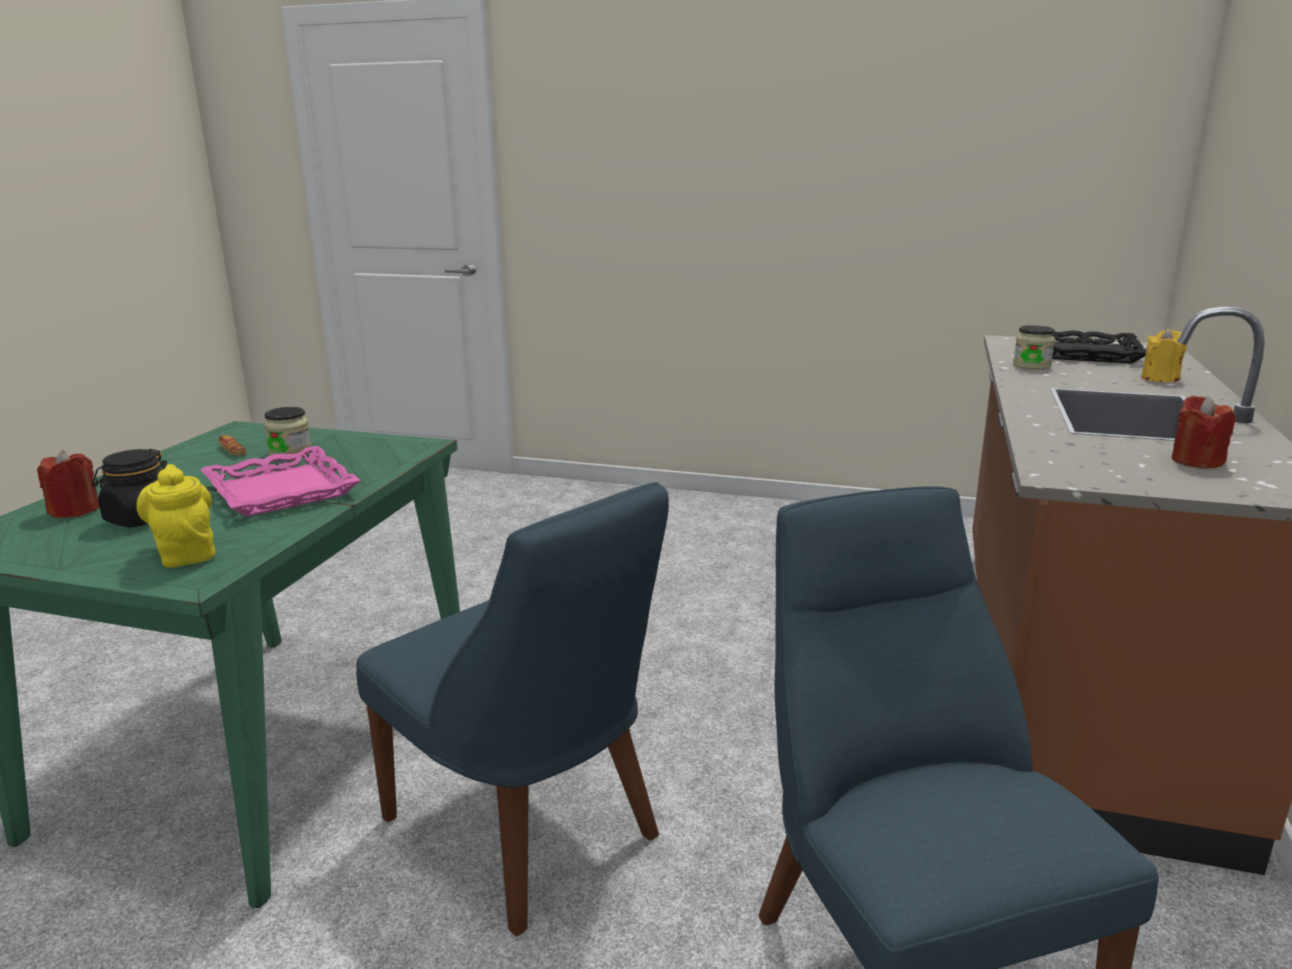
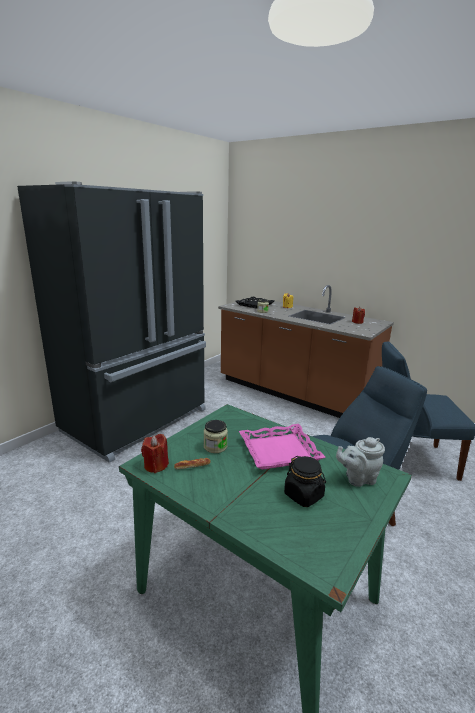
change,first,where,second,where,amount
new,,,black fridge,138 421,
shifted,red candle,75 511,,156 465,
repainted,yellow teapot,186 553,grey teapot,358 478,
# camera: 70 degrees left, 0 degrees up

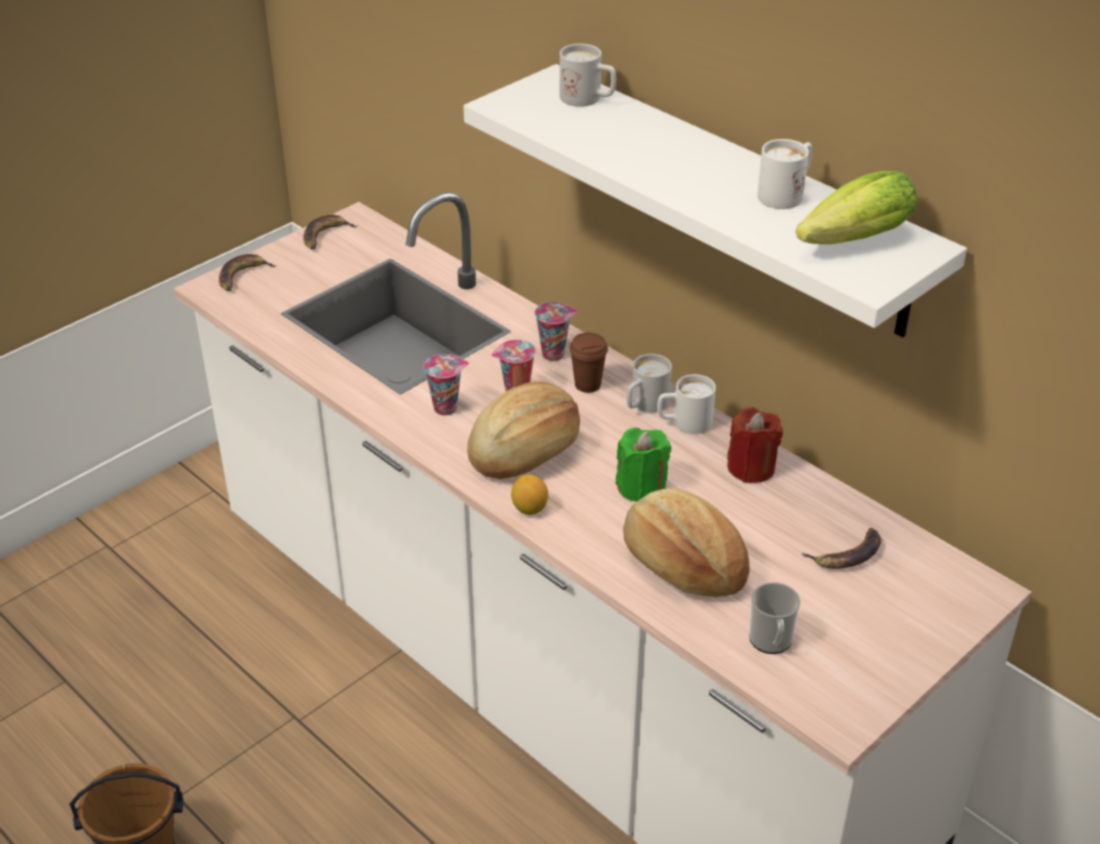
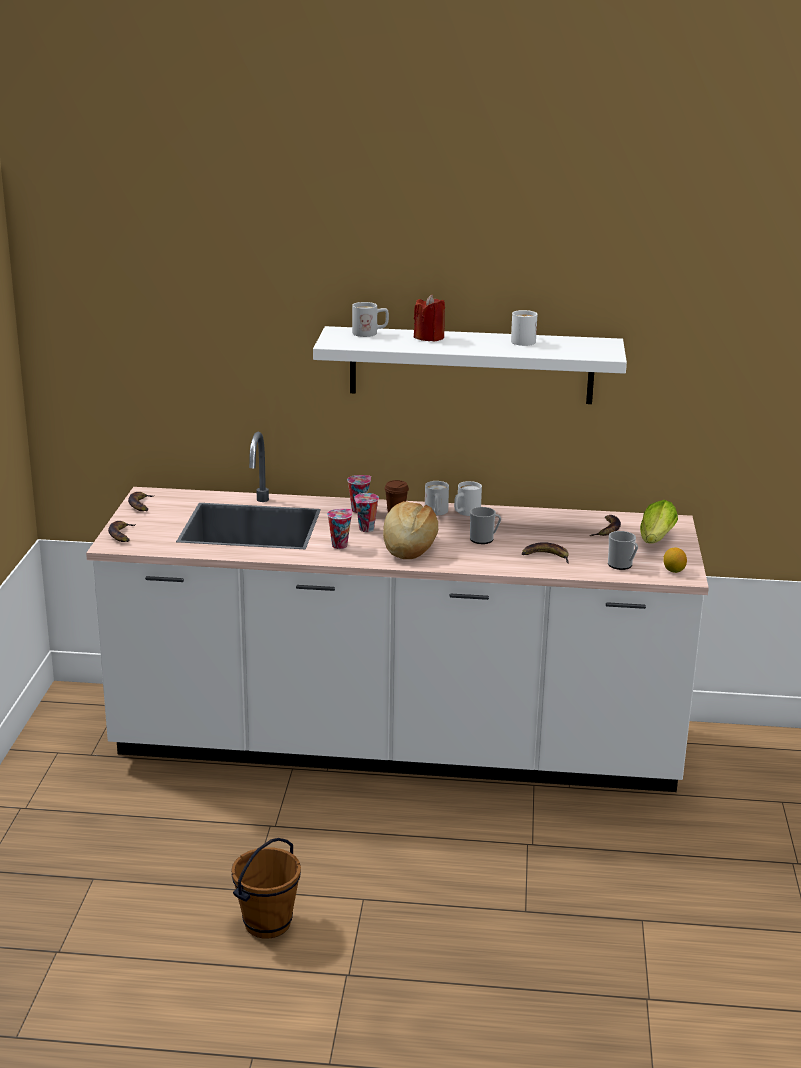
change,first,where,second,where,amount
shifted,lemon,529 509,,674 570,
shifted,red candle,751 467,,429 337,
shifted,lettuce,849 242,,655 541,
swapped,green candle,641 487,mug,484 539,
swapped,bread,682 564,banana,545 556,
# camera: 40 degrees left, 15 degrees down

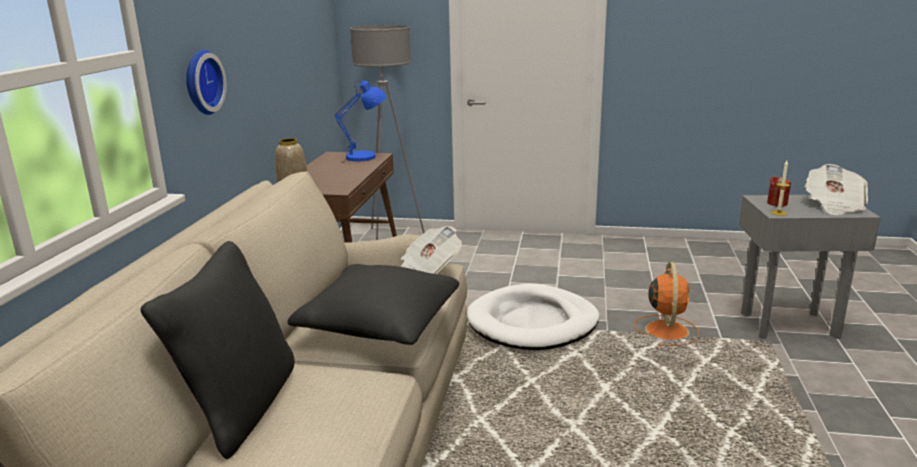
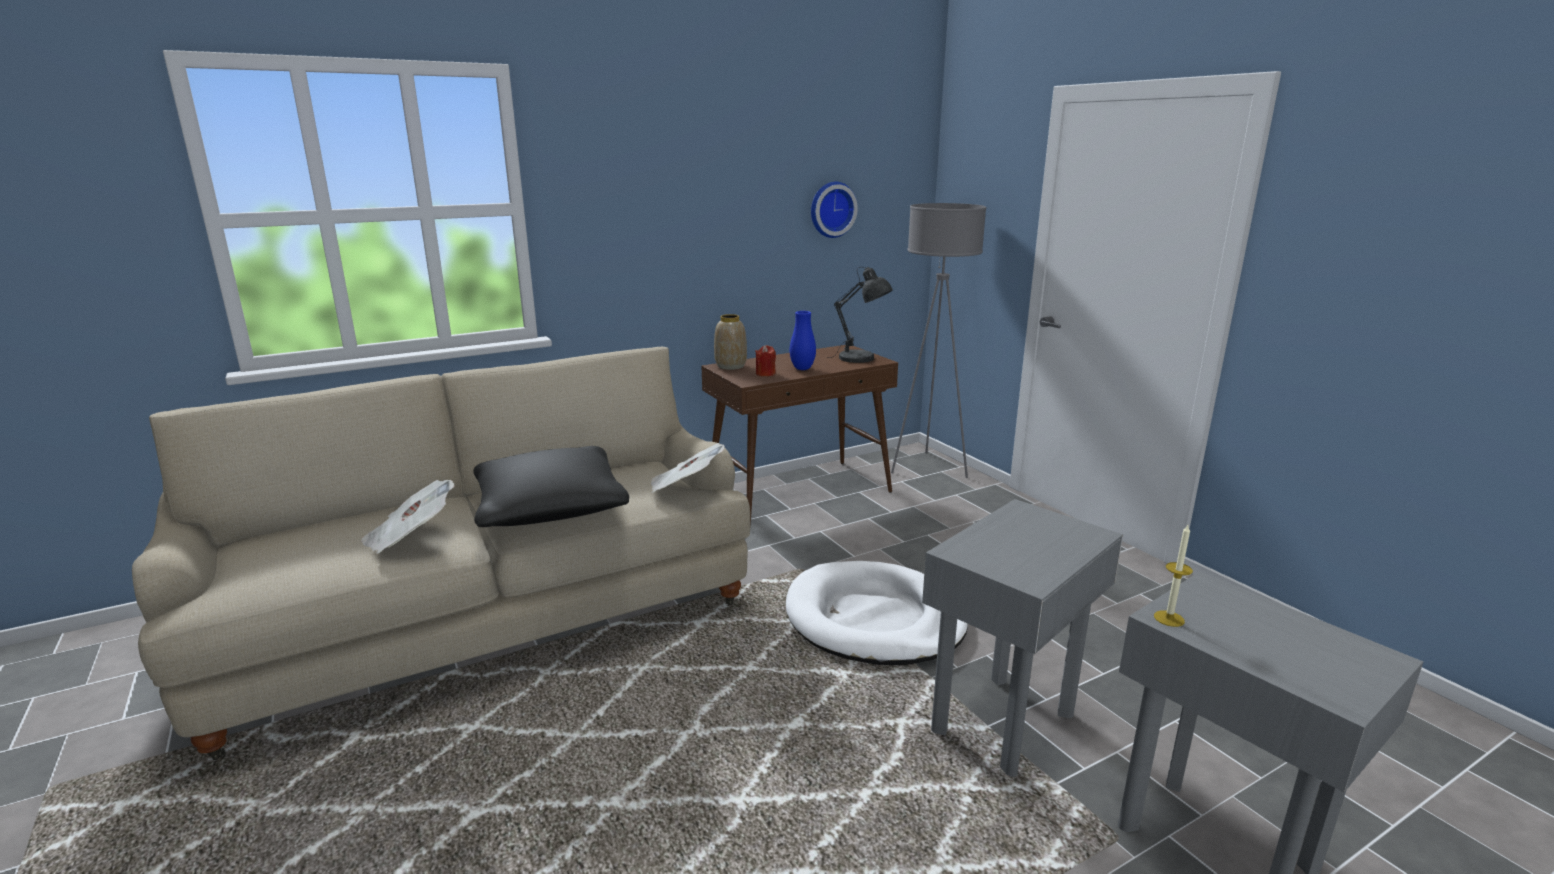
change,first,where,second,where,amount
gone,black pillow,240 407,,,
new,,,blue vase,802 369,
shifted,wall clock,201 82,,831 209,
shifted,red candle,777 203,,765 373,
shifted,newspaper,834 205,,410 538,
swapped,orange fan,666 330,grey side table,1004 723,
repainted,blue table lamp,365 157,grey table lamp,860 359,
# camera: 50 degrees right, 0 degrees up

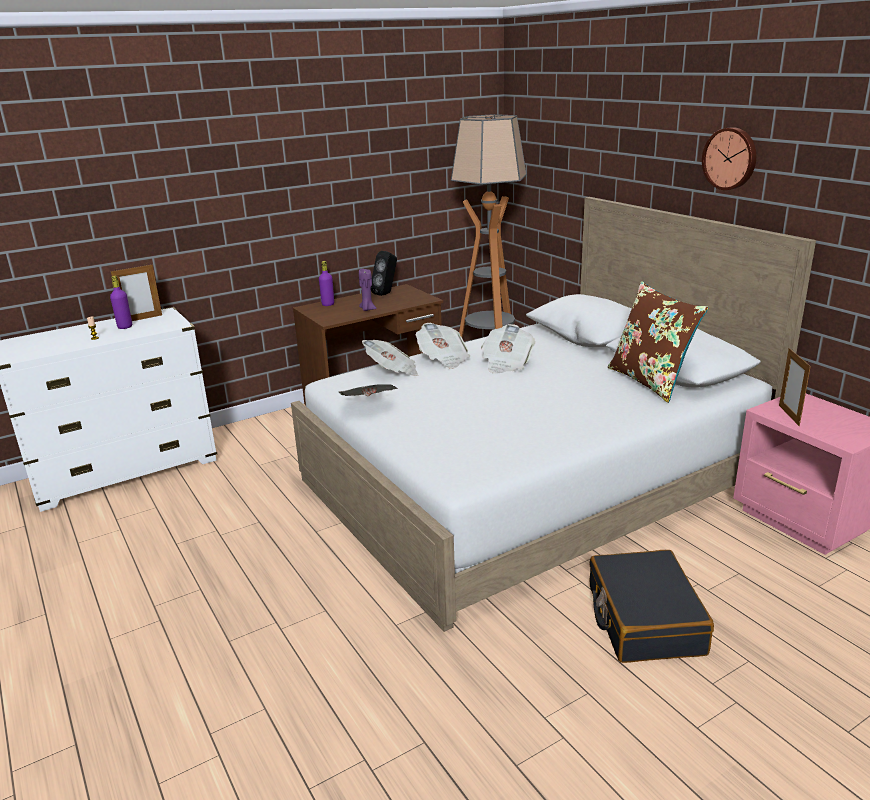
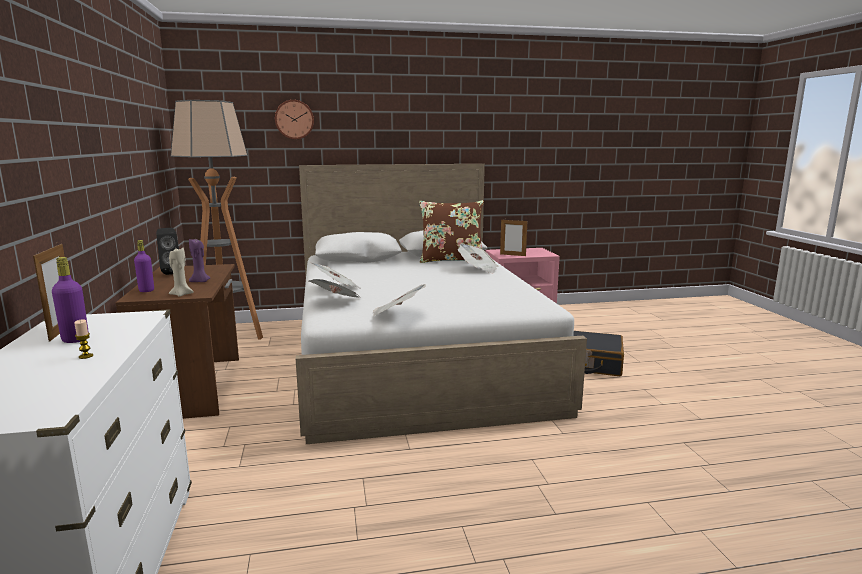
change,first,where,second,where,amount
new,,,beige candle,181 294,
shifted,newspaper,506 363,,478 269,
shifted,wall clock,730 158,,294 119,
# camera: 70 degrees left, 10 degrees down

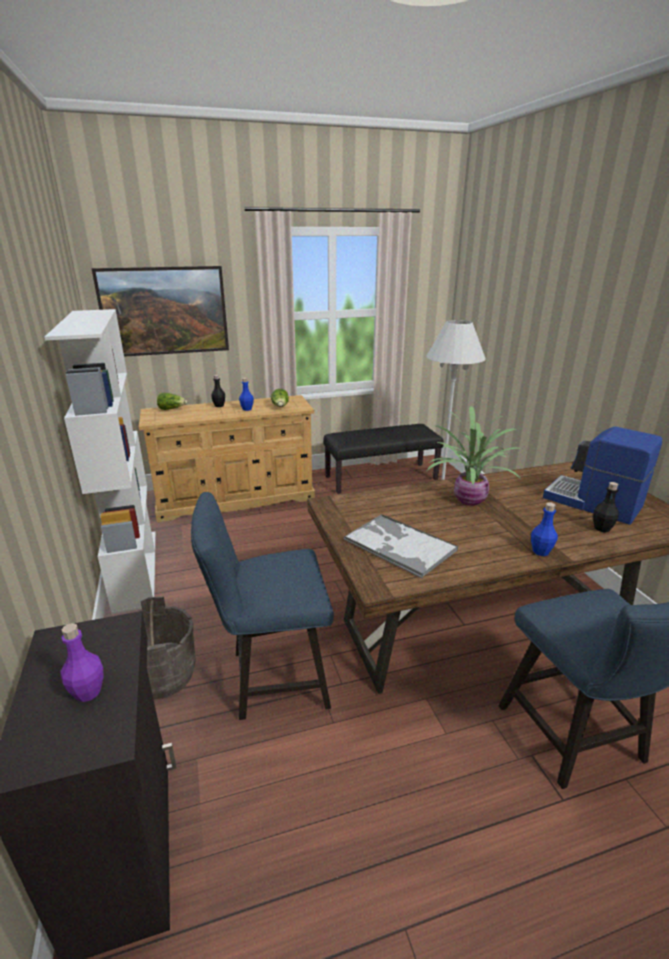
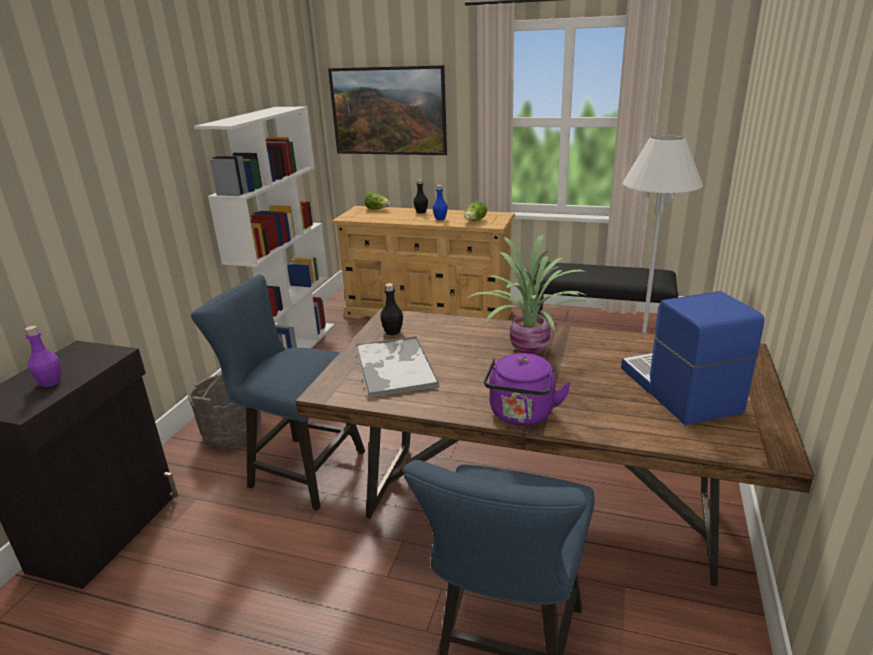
change,first,where,second,where,amount
shifted,black bottle,602 528,,392 332,
swapped,blue bottle,540 552,purple kettle,521 415,
# camera: 35 degrees right, 0 degrees up

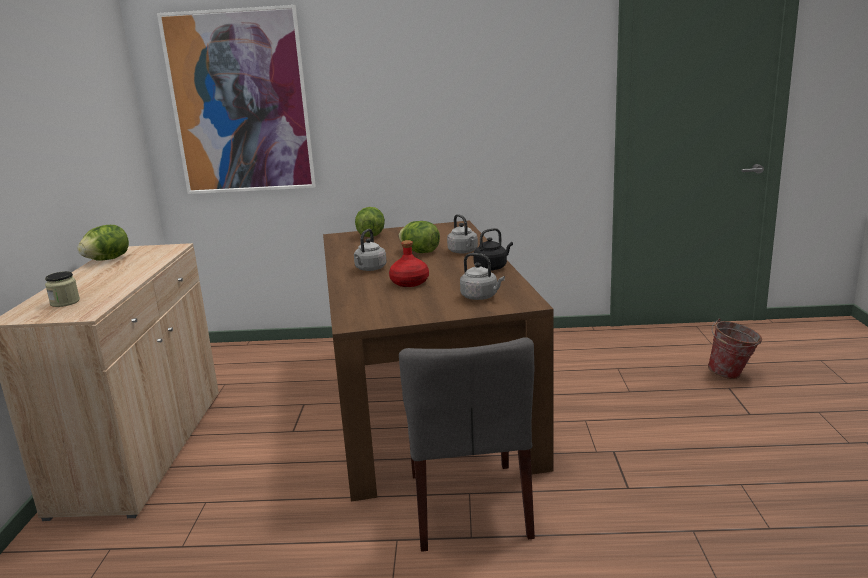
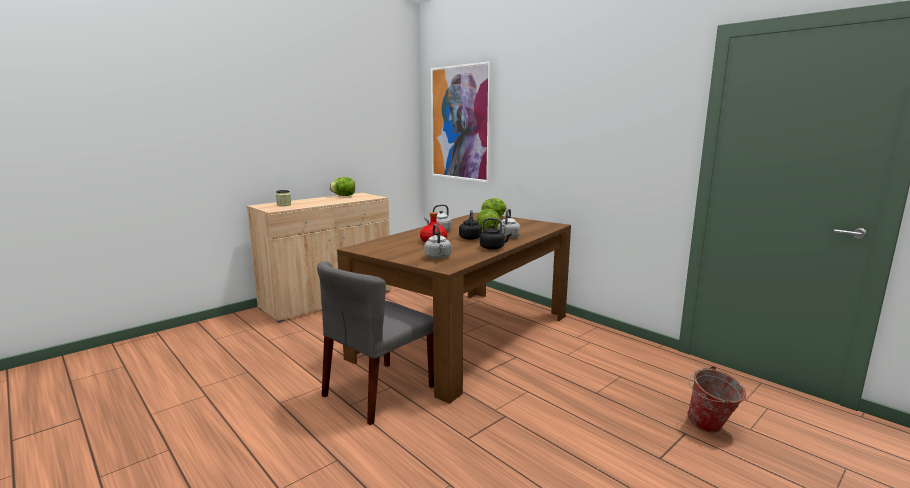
change,first,where,second,where,amount
new,,,black kettle,470 238,
# camera: 45 degrees right, 5 degrees down

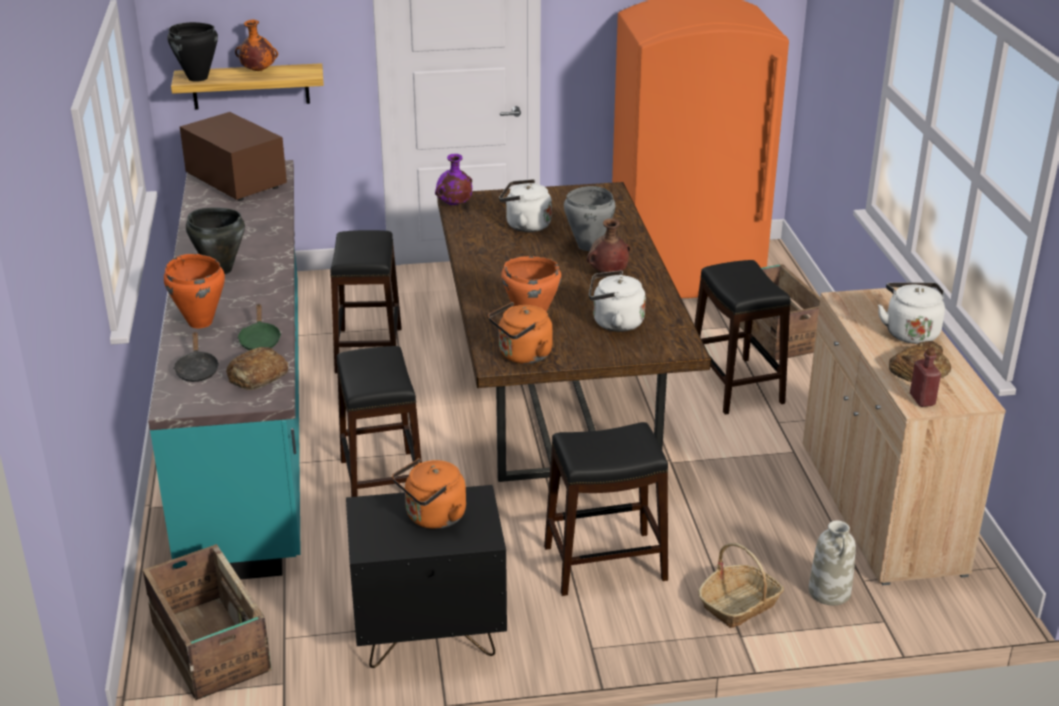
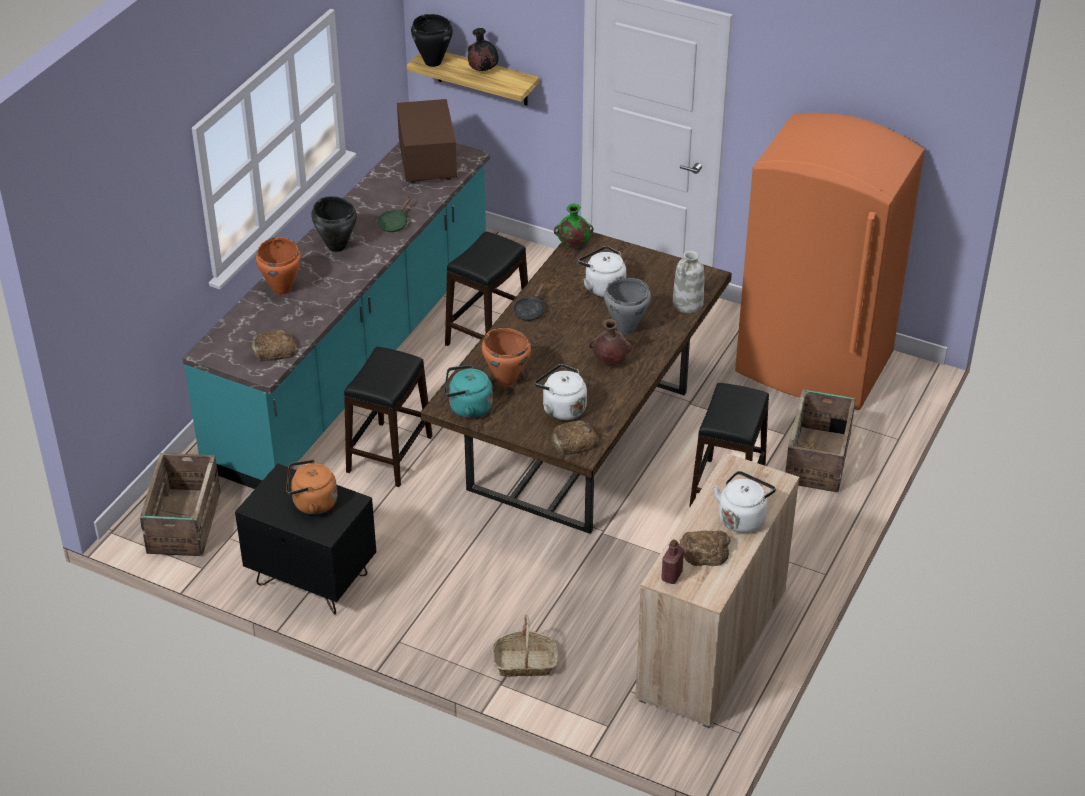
change,first,where,second,where,amount
gone,black stool,605 564,,,
new,,,bread,573 442,
shifted,black frying pan,197 370,,530 310,
shifted,green frying pan,259 340,,394 223,
shifted,white vase,830 592,,687 304,
repainted,orange vase,258 71,black vase,482 70,
repainted,purple vase,454 205,green vase,573 244,
repainted,orange kettle,522 356,turquoise kettle,467 408,
# camera: 35 degrees right, 10 degrees up

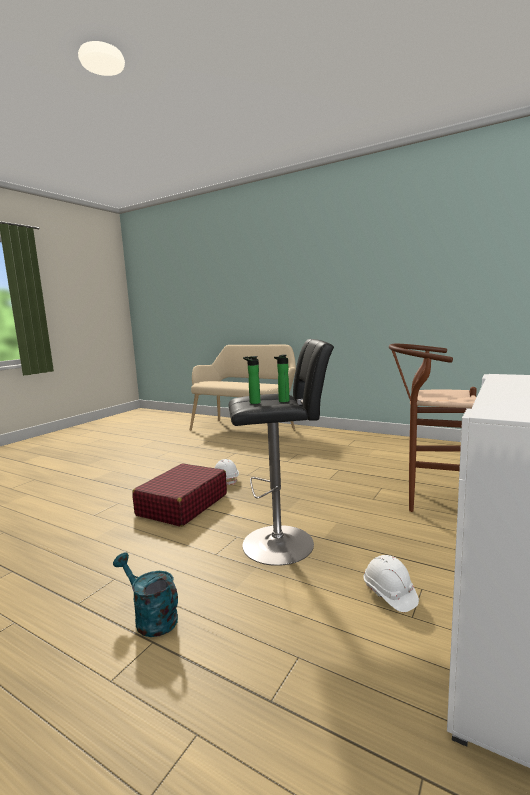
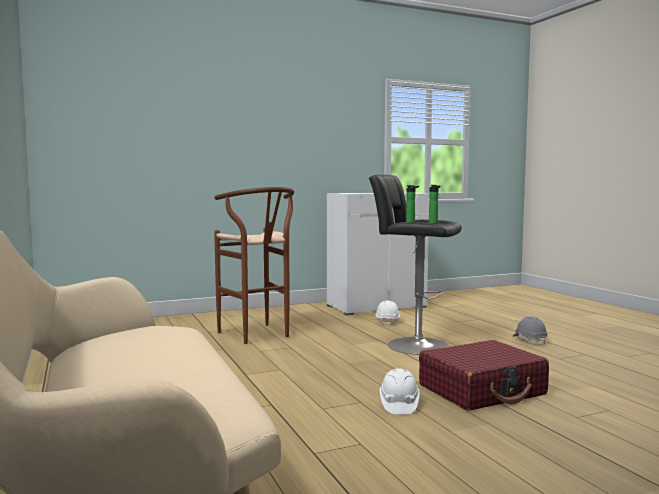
change,first,where,second,where,amount
swapped,turquoise watering can,151 618,grey hard hat,530 341,
# camera: 145 degrees left, 5 degrees down

